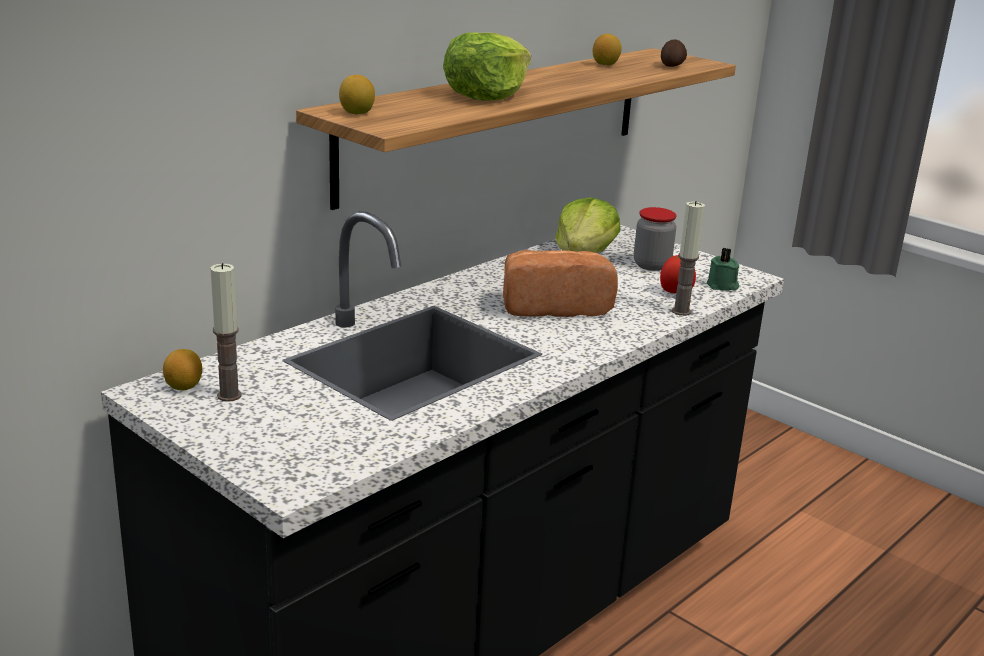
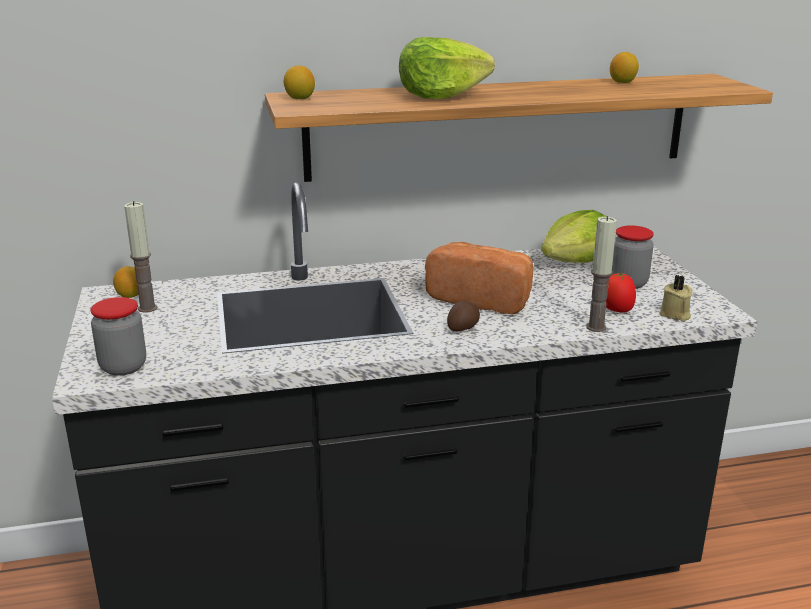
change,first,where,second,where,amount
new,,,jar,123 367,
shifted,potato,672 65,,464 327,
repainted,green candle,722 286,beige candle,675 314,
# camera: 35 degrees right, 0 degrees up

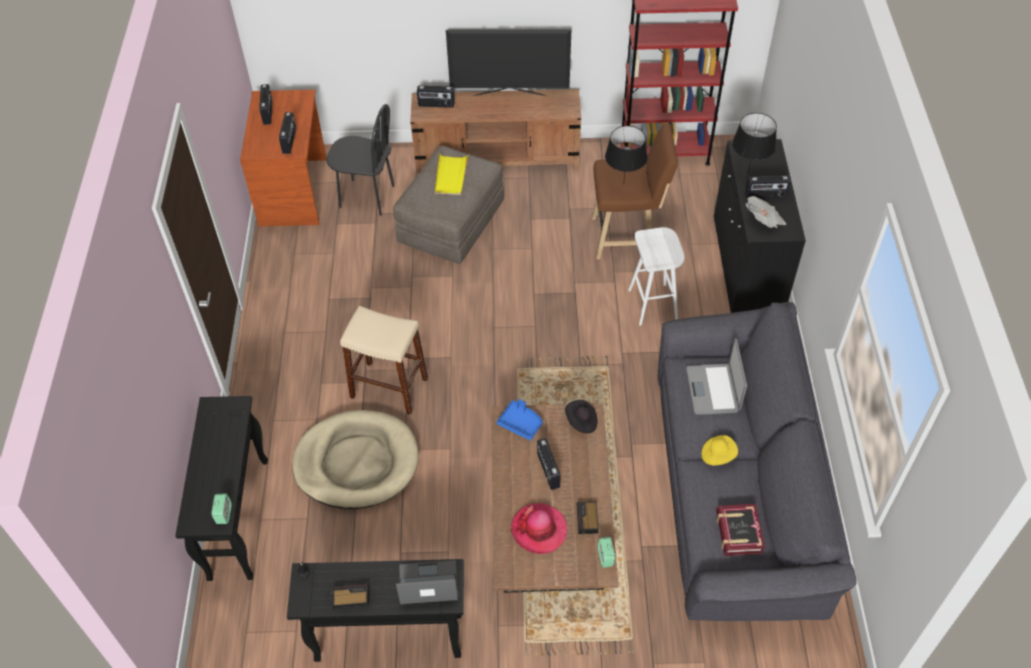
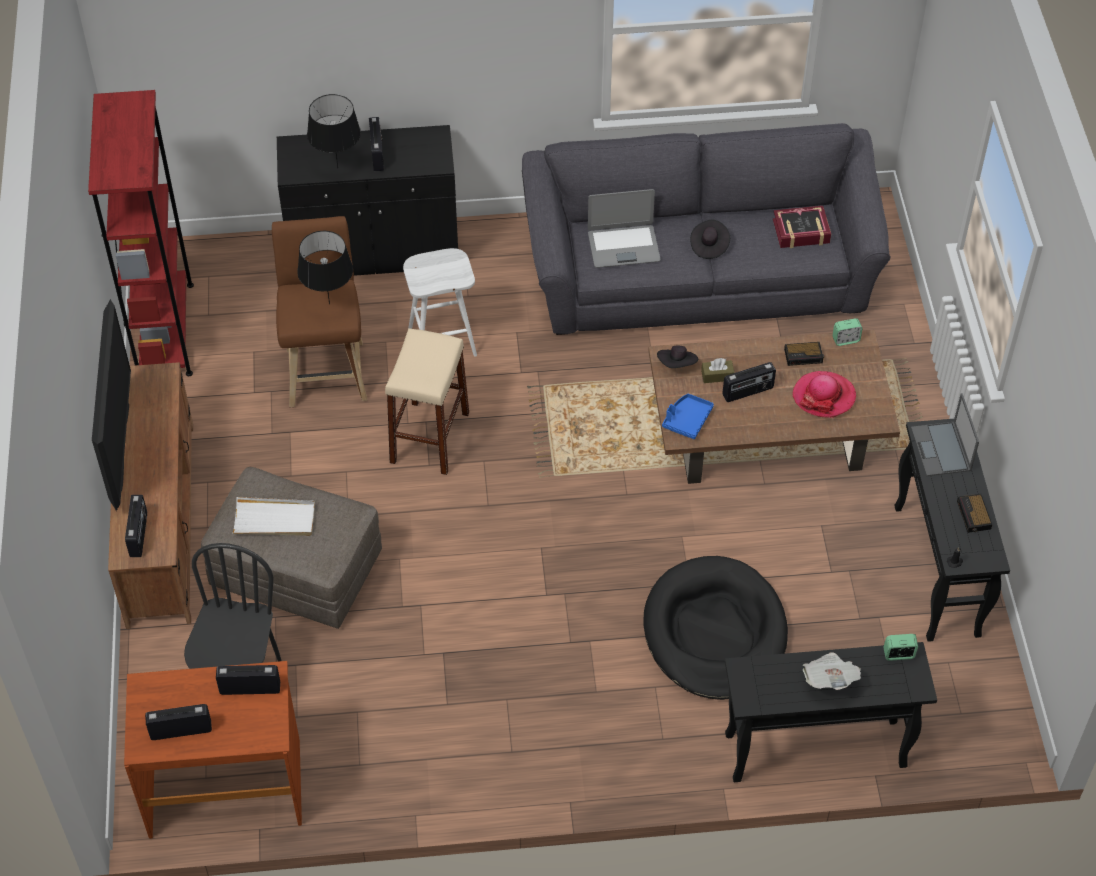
change,first,where,second,where,amount
new,,,brown tissue box,717 376,
shifted,beige stool,389 388,,430 437,
shifted,newspaper,764 221,,829 679,
repainted,beige dog bed,356 462,black dog bed,715 632,
repainted,yellow tray,451 176,white tray,274 519,
repainted,yellow hat,717 455,black hat,709 246,
# camera: 95 degrees left, 0 degrees up

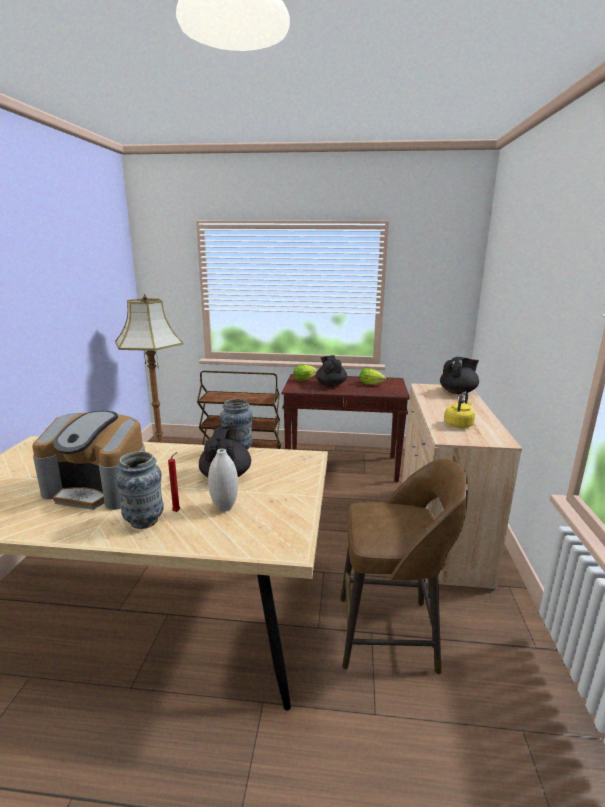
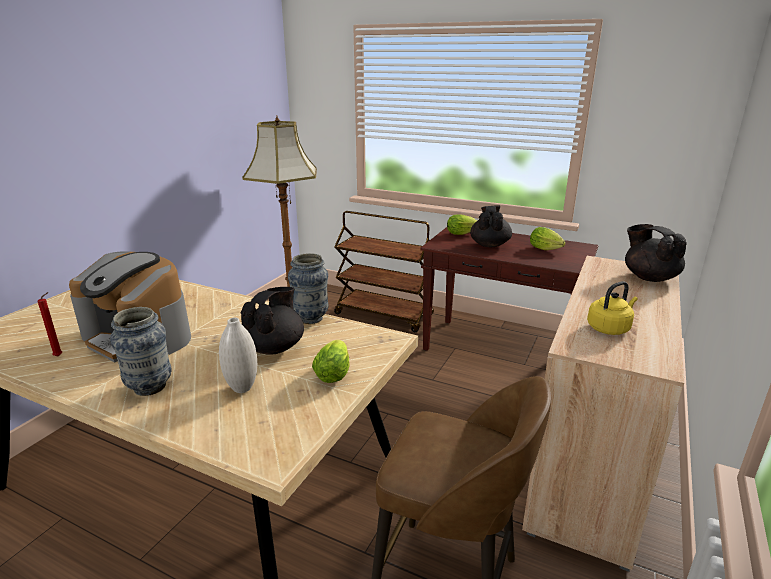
change,first,where,second,where,amount
new,,,lettuce,334 372,
shifted,red candle,177 511,,60 356,
rotated,black teapot,458 392,,649 277,105 degrees counterclockwise
# camera: 20 degrees right, 5 degrees up

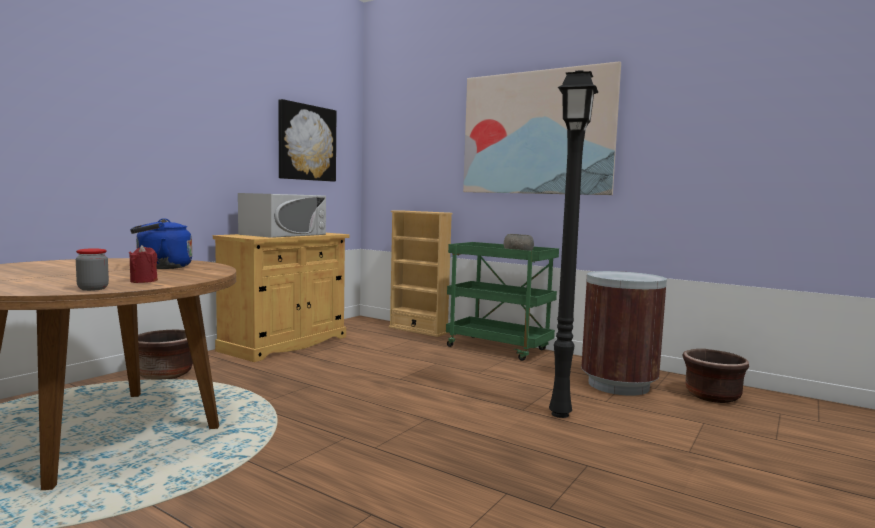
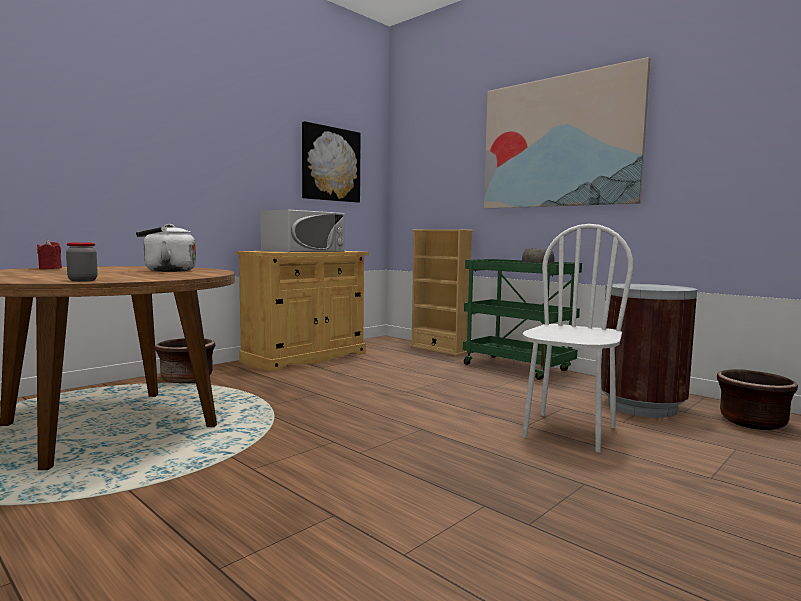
change,first,where,second,where,amount
shifted,red candle,143 281,,50 268,
swapped,black floor lamp,561 414,white chair,569 432,
repainted,blue kettle,160 267,white kettle,166 271,
# camera: 10 degrees right, 0 degrees up

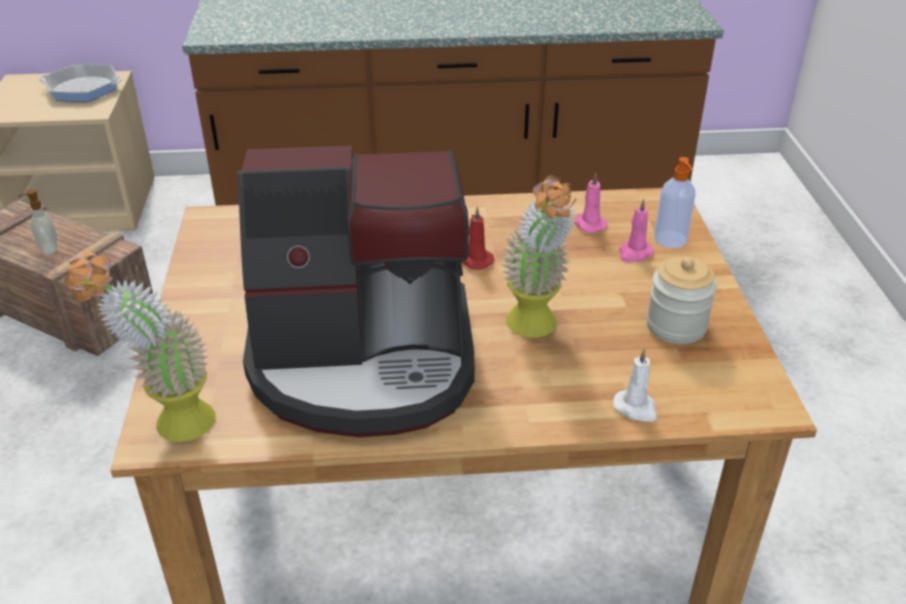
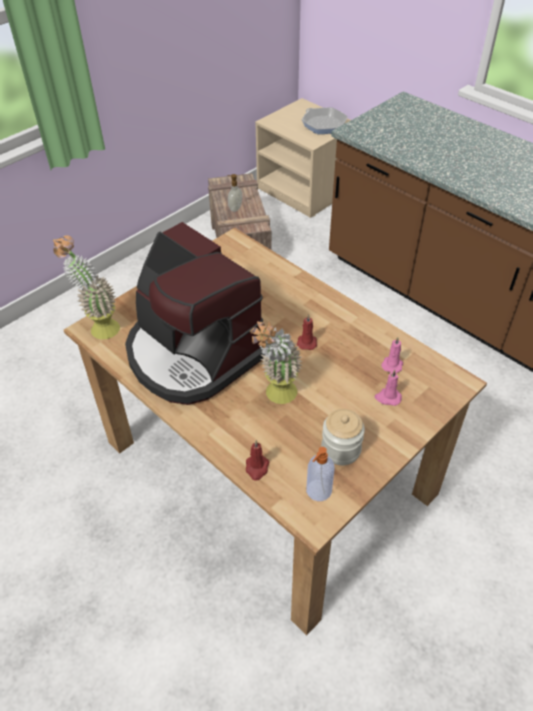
change,first,where,second,where,amount
shifted,soap dispenser,670 240,,318 491,
repainted,white candle,636 408,red candle,257 468,
# camera: 50 degrees right, 10 degrees up

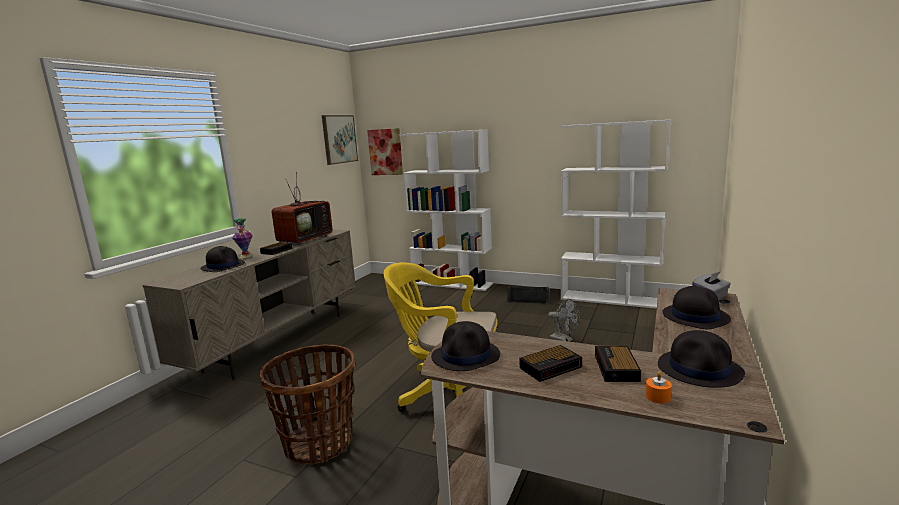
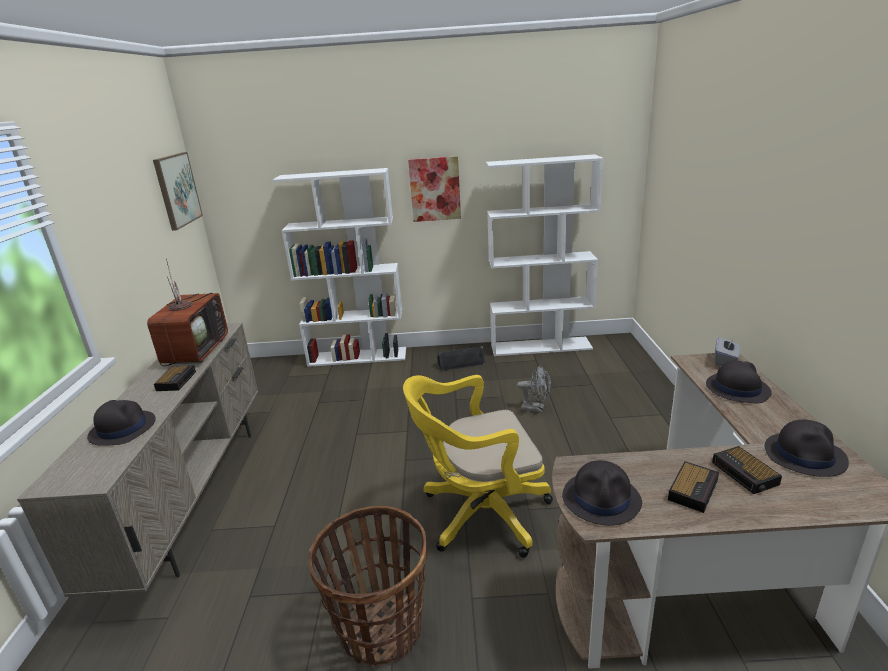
change,first,where,second,where,amount
gone,vase,245 256,,,
gone,orange candle,657 397,,,
shifted,picture,385 152,,435 189,
# camera: 25 degrees left, 10 degrees up

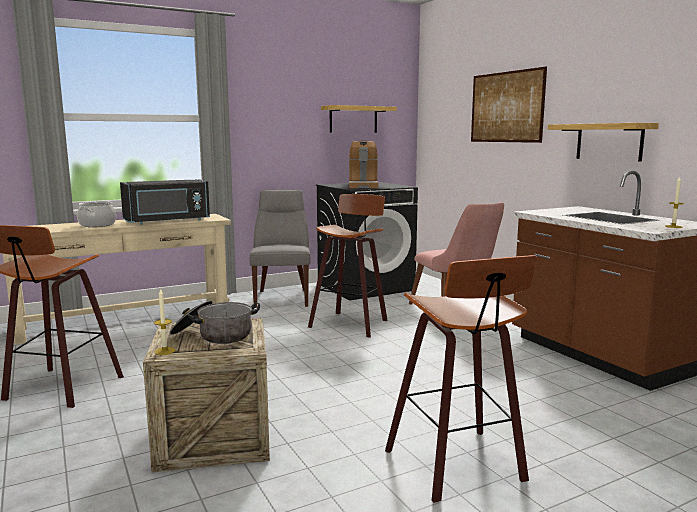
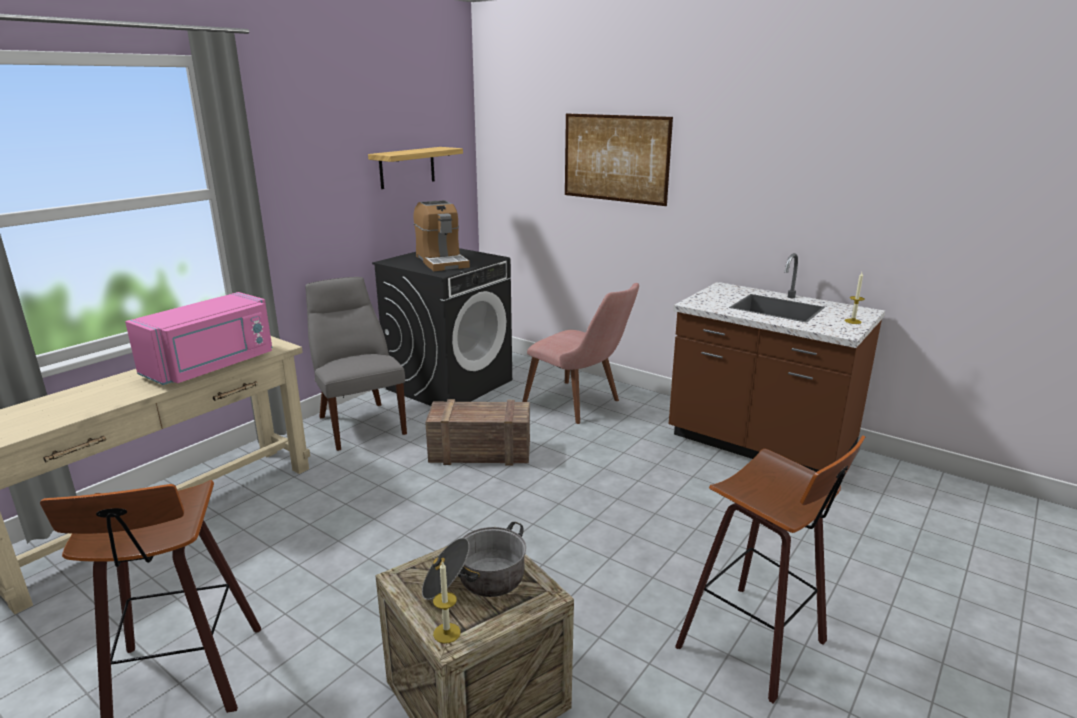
change,first,where,second,where,amount
gone,cooking pot,97 225,,,
gone,shelf,609 142,,,
swapped,stool,350 323,crate,482 452,
repainted,black microwave,168 221,pink microwave,212 366,
# camera: 25 degrees left, 10 degrees up

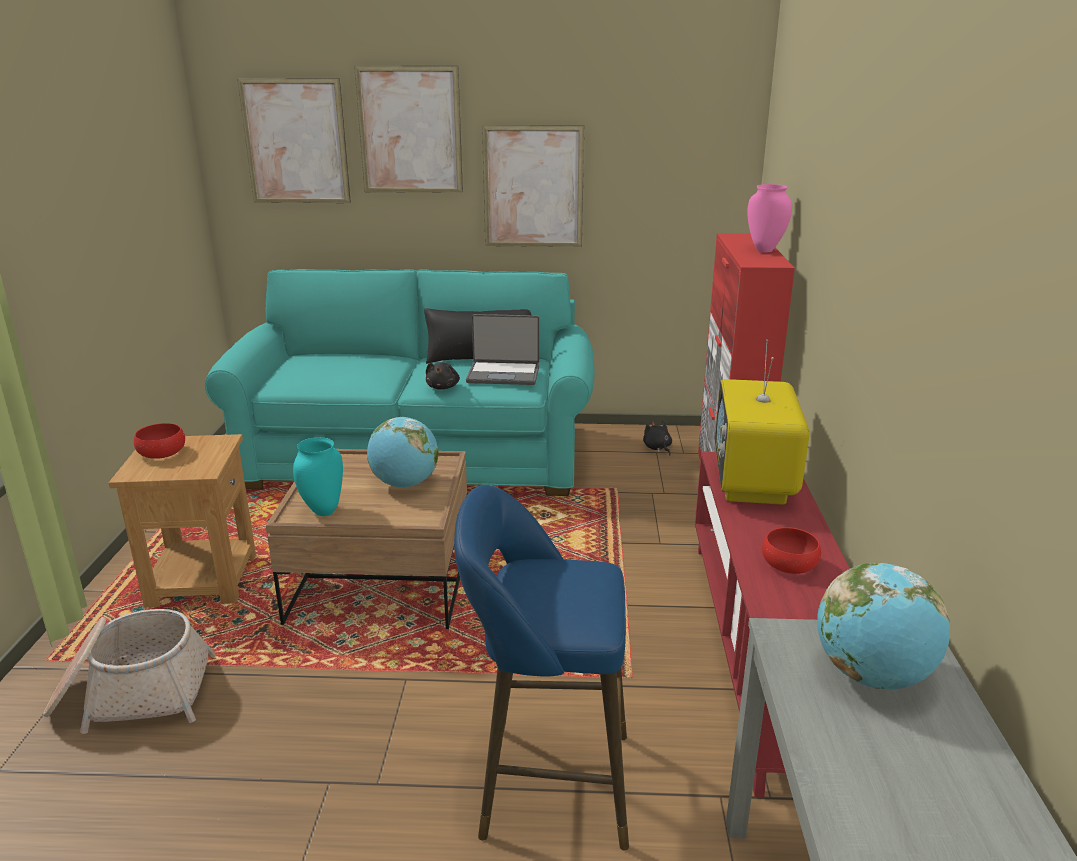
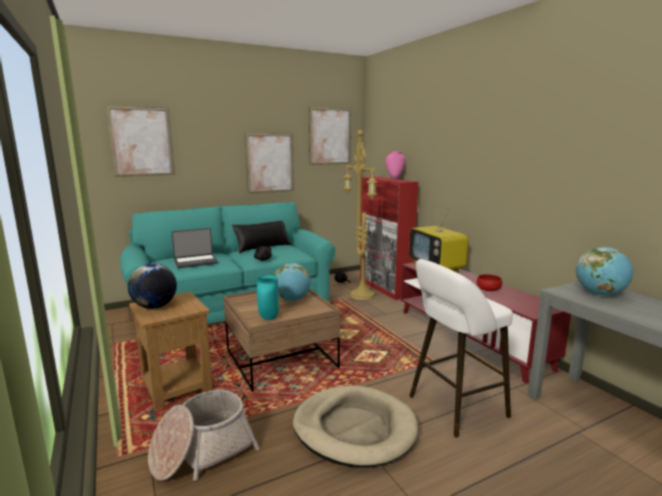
change,first,where,second,where,amount
new,,,beige dog bed,354 429,
new,,,yellow floor lamp,360 295,
shifted,picture,410 130,,330 136,
shifted,laptop,503 374,,195 262,
swapped,red bowl,162 453,globe,155 307,
repainted,blue stool,545 784,white stool,453 408,
# camera: 30 degrees left, 10 degrees down

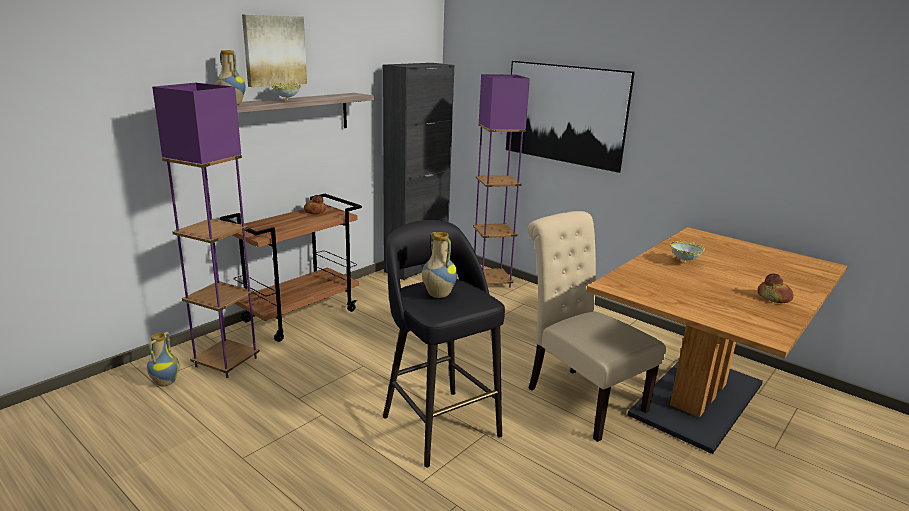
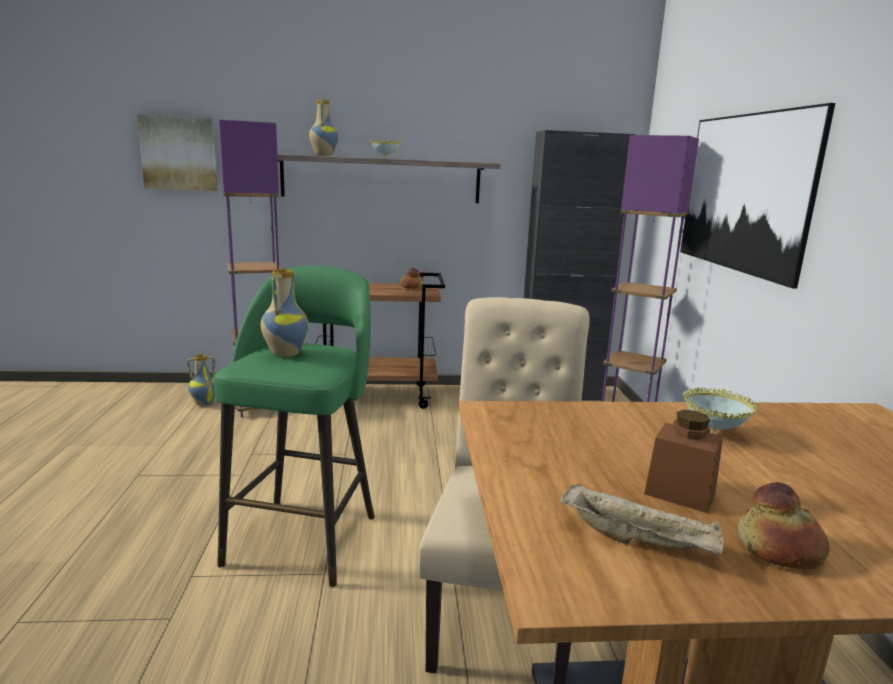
change,first,where,second,where,amount
new,,,beige tray,639 541,
new,,,brown jar,680 493,
shifted,picture,274 50,,179 153,
repainted,black stool,439 424,green stool,304 537,
# camera: 45 degrees right, 5 degrees down

